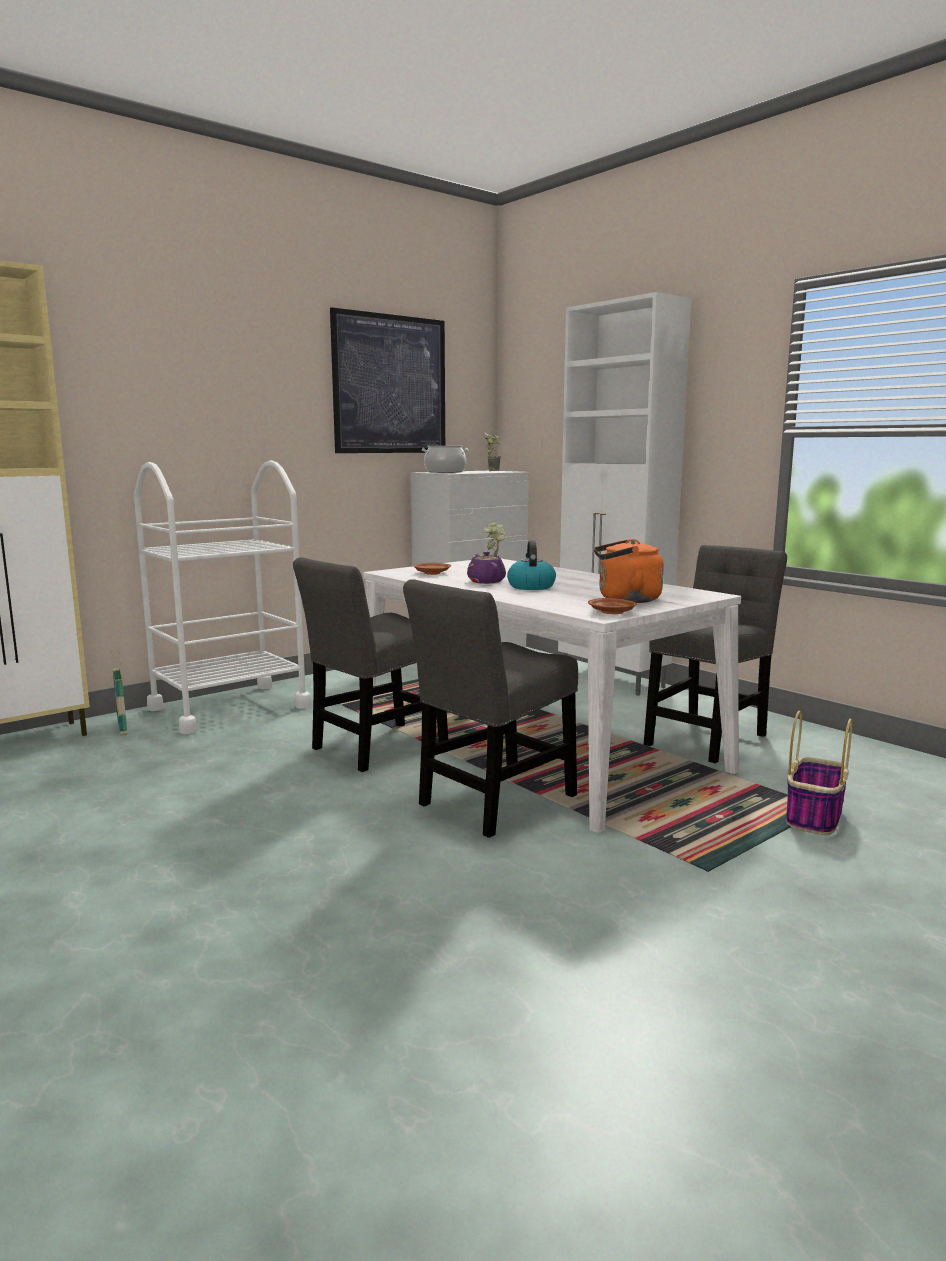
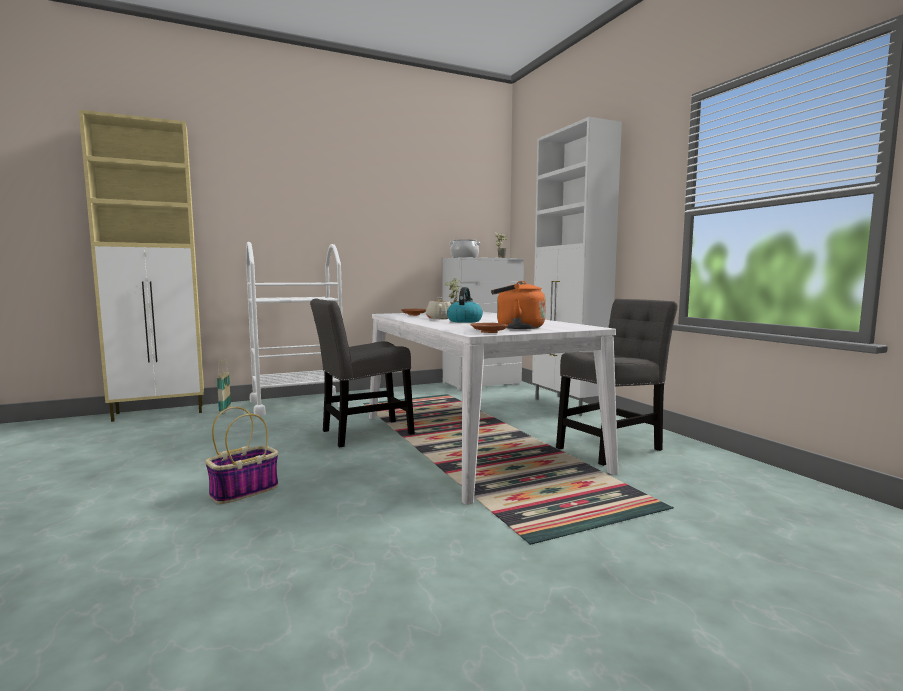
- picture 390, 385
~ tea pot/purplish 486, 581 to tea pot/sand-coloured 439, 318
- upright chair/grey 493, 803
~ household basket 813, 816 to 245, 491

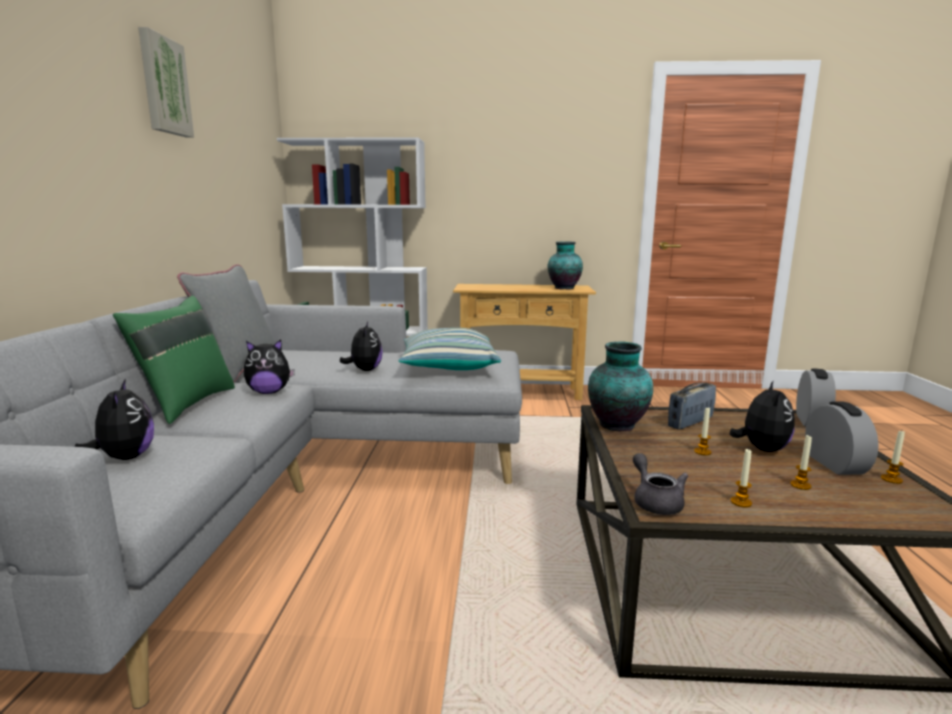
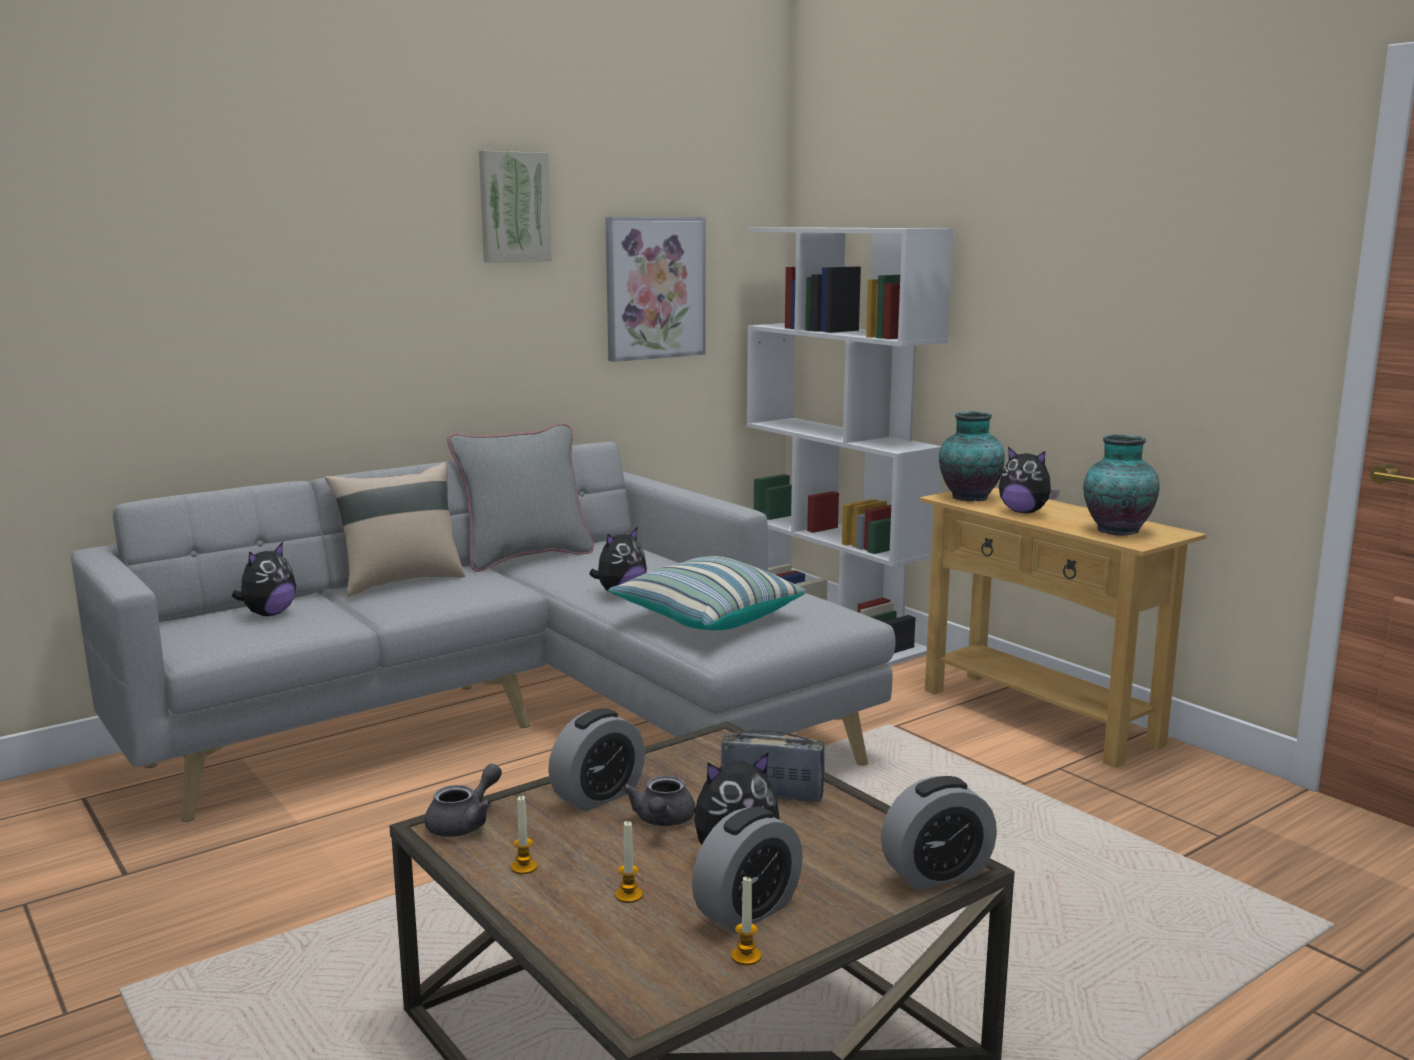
~ cushion/green 186, 403 to cushion/sand-coloured 400, 581
~ soft toy 269, 392 to 1024, 512
~ vase 617, 426 to 968, 498
~ wax light 702, 452 to tea pot/grey 662, 821
+ picture 654, 288
+ alarm clock 598, 796

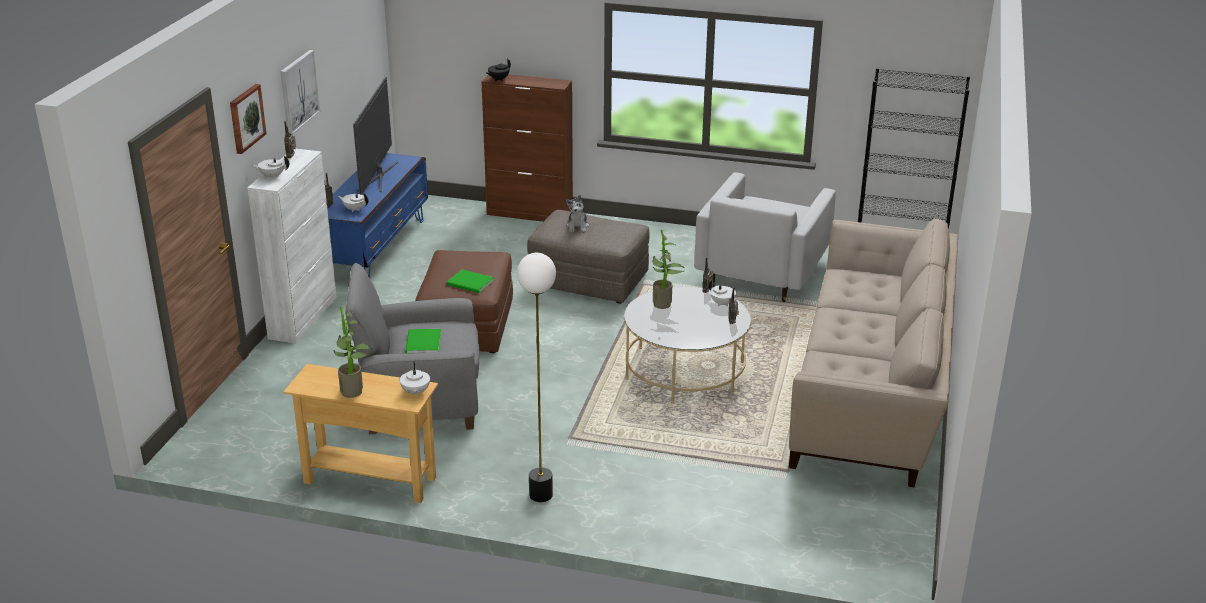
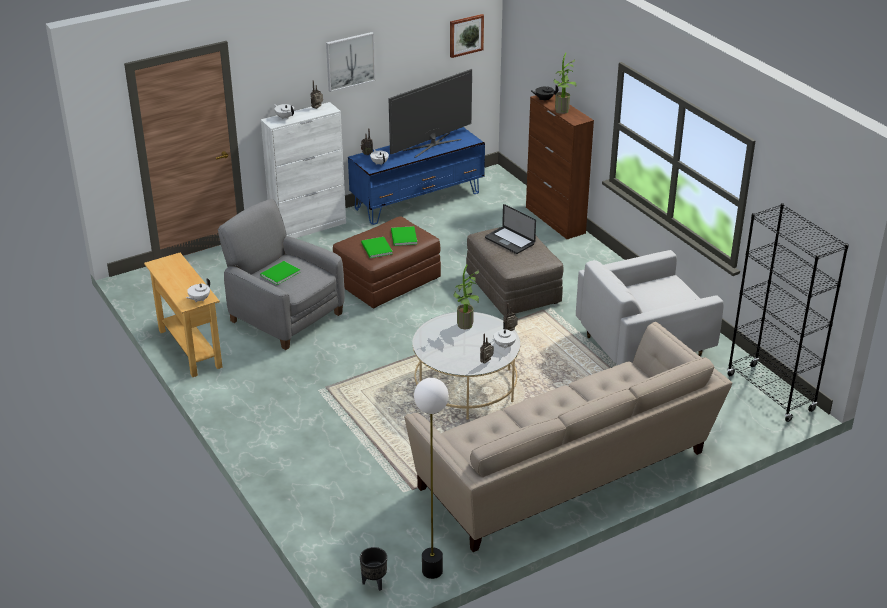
~ picture 246, 118 to 465, 35
~ soft toy 577, 226 to notebook computer 509, 241
~ standing lamp 541, 495 to 432, 571
~ plant in a pot 355, 392 to 563, 111
+ bound book/green 403, 237
+ planter/blackish 374, 583

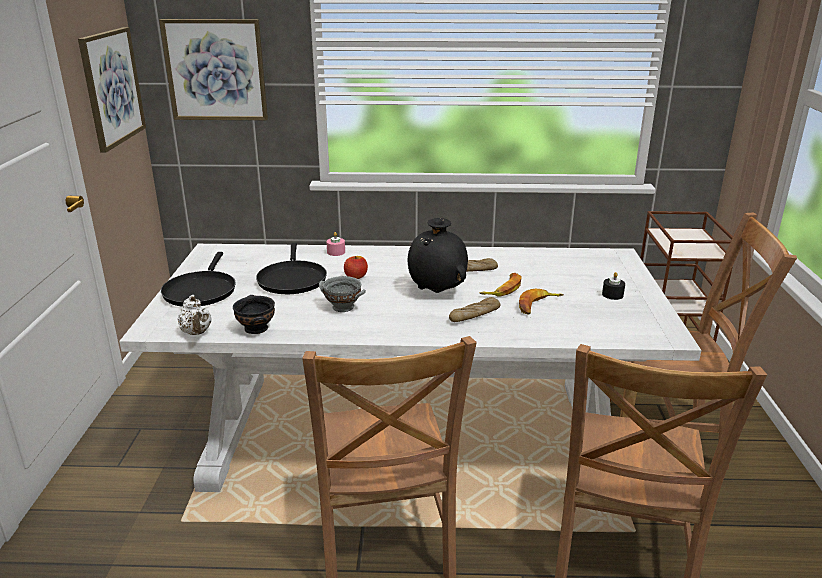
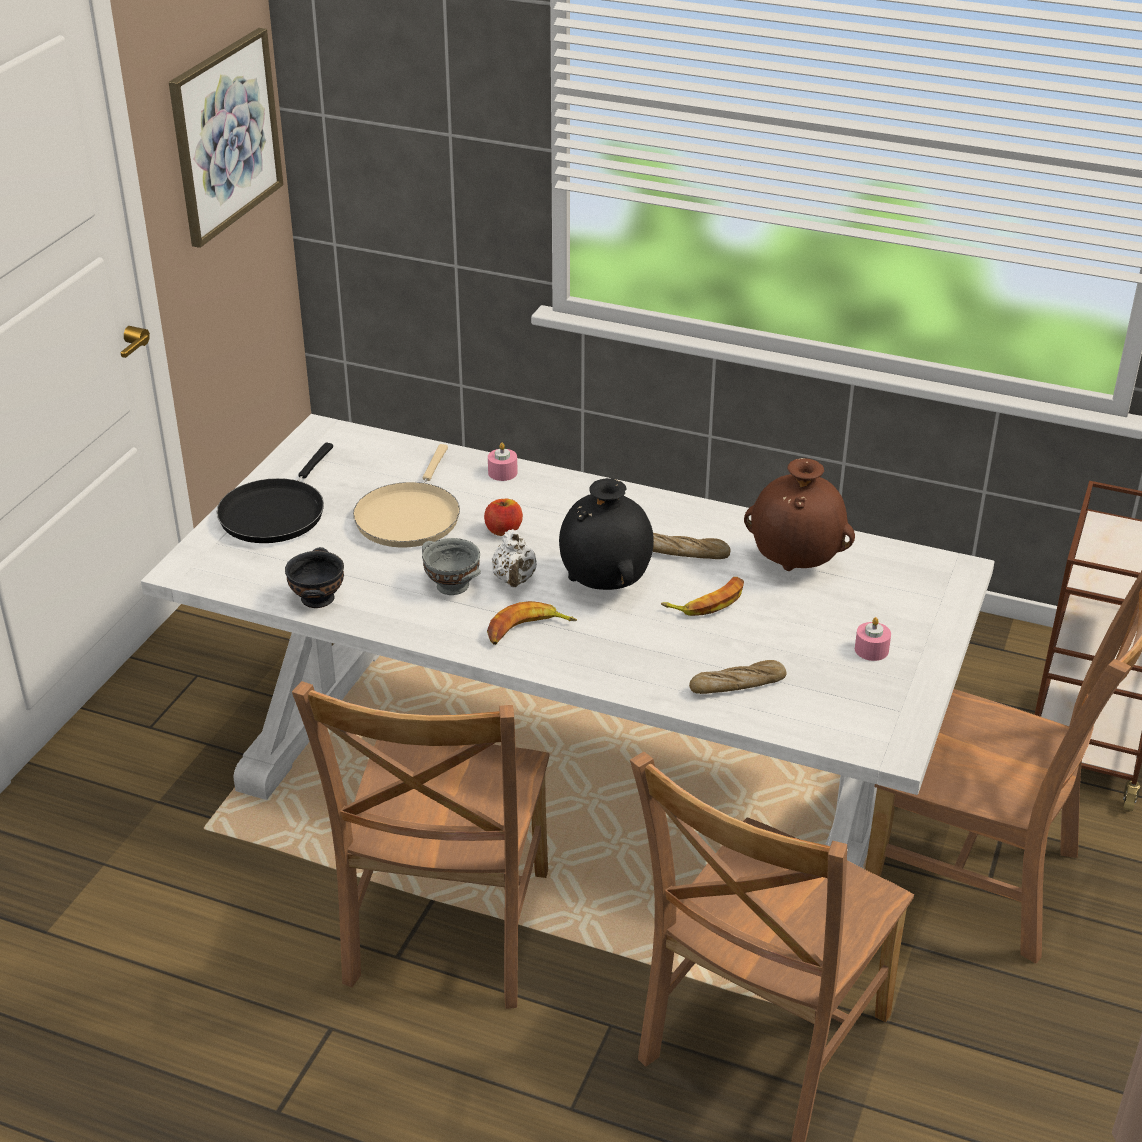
- picture 216, 70
~ skillet/blackish 292, 279 to skillet/sand-coloured 409, 516
~ wax light/blackish 612, 295 to wax light/pinkish 871, 650
~ banana fruit 537, 305 to 527, 630
~ tea pot/white-coloured 196, 333 to 514, 580
~ bakery bread 474, 315 to 737, 685
+ vase/brownish 796, 564

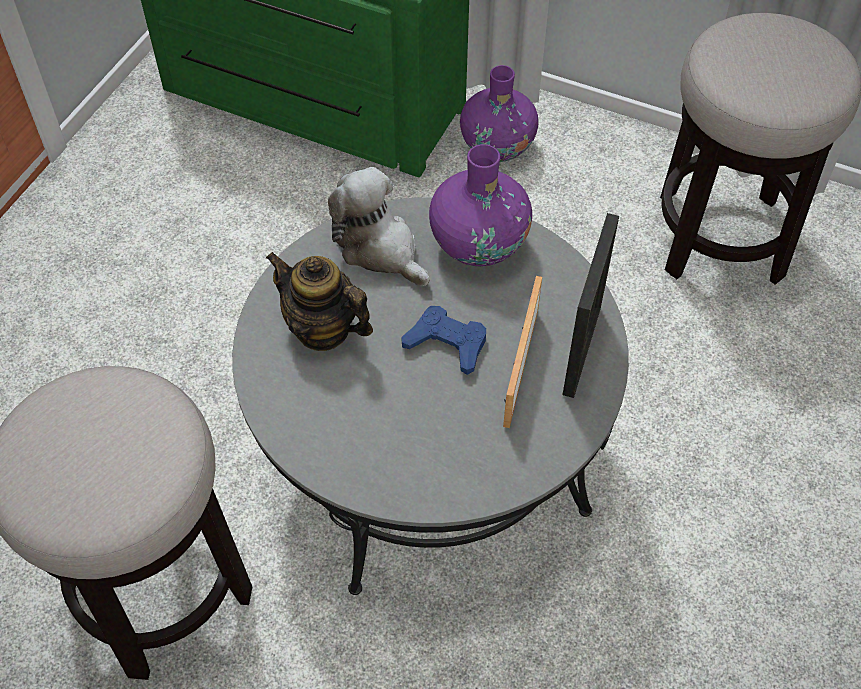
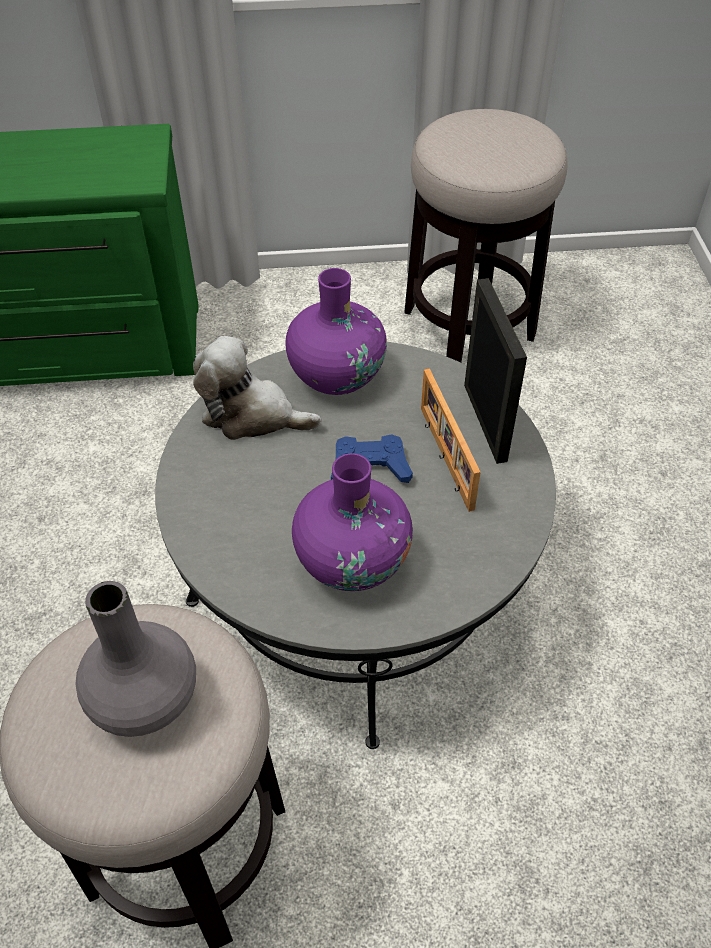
~ vase/purplish 497, 146 to 352, 561
- tea pot 322, 329
+ vase/grey 144, 696

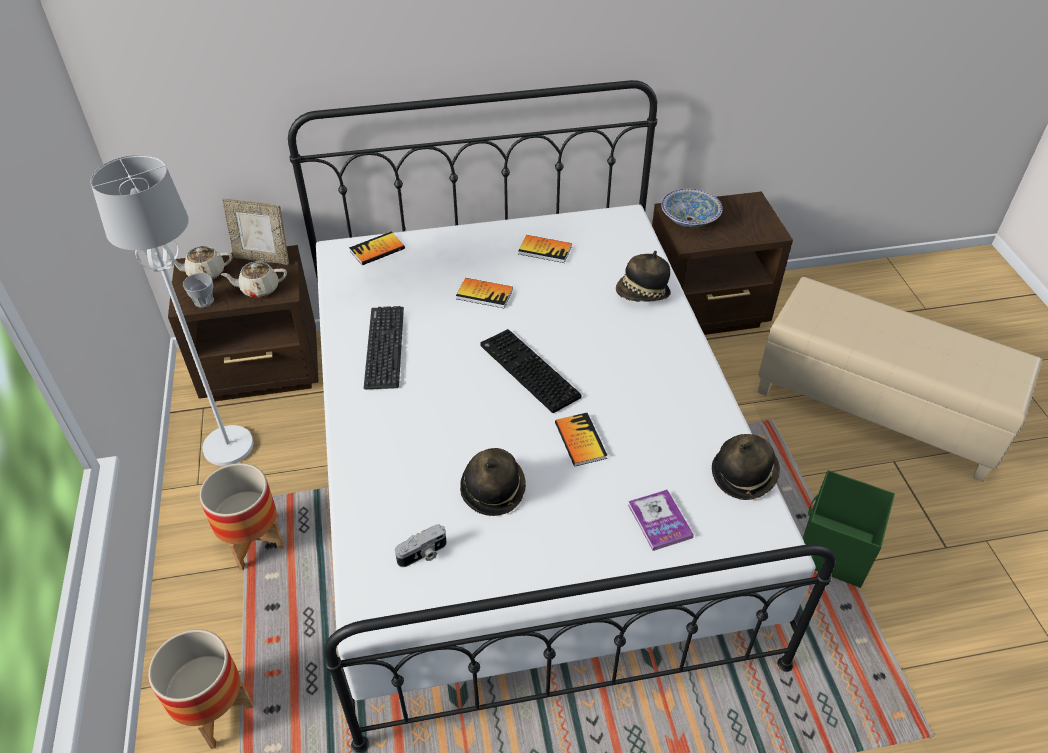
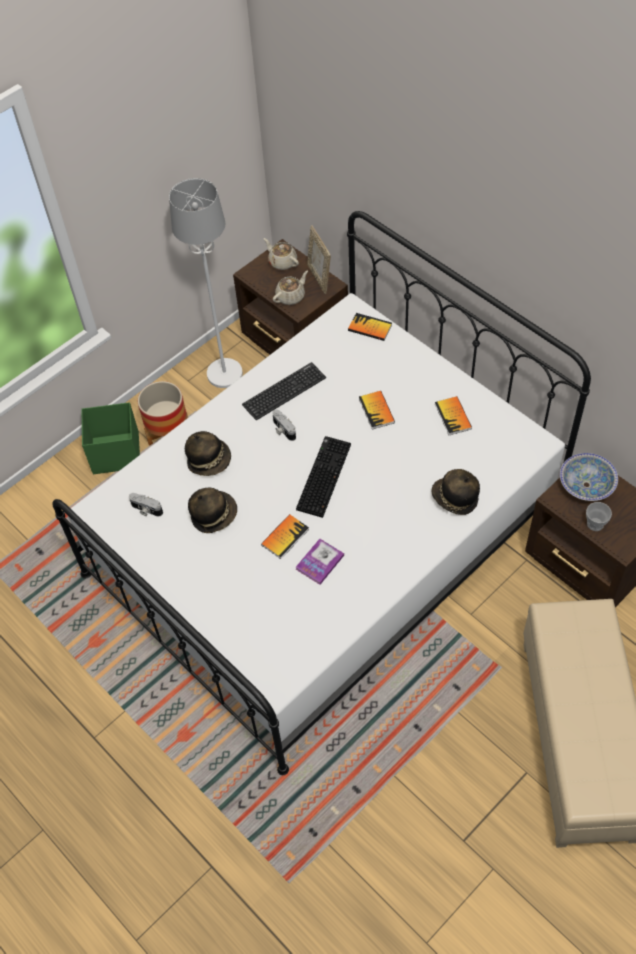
~ tea pot/sand-coloured 259, 289 = 291, 296 90 degrees clockwise
~ drinking cup 204, 301 to 595, 524
~ clothing hat 743, 475 to 209, 460
~ storage box/green 833, 550 to 115, 453
~ bound book 659, 521 to 319, 562
- planter 215, 712
+ photo camera 283, 430

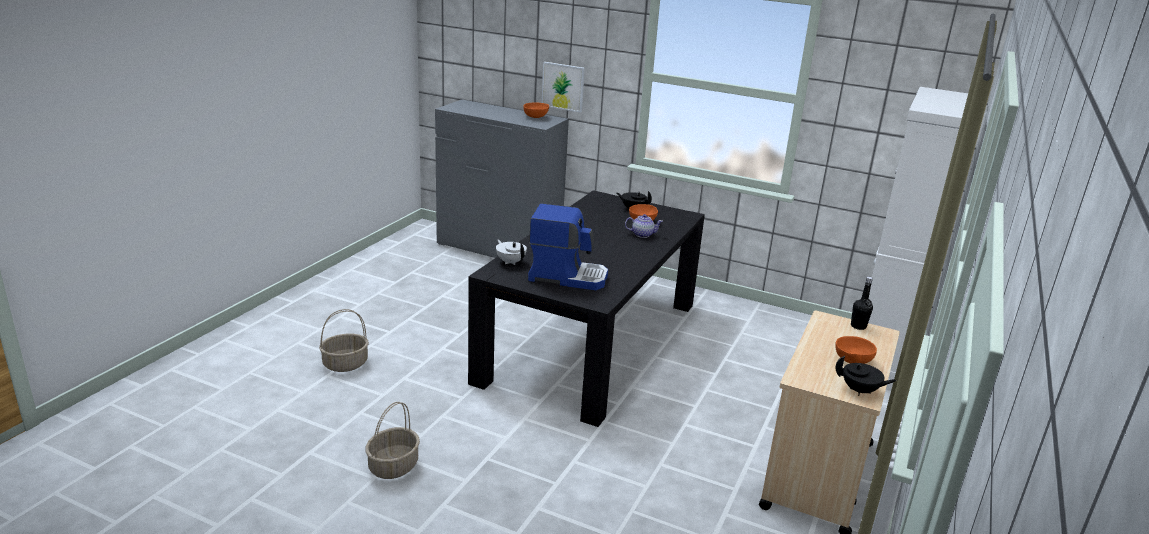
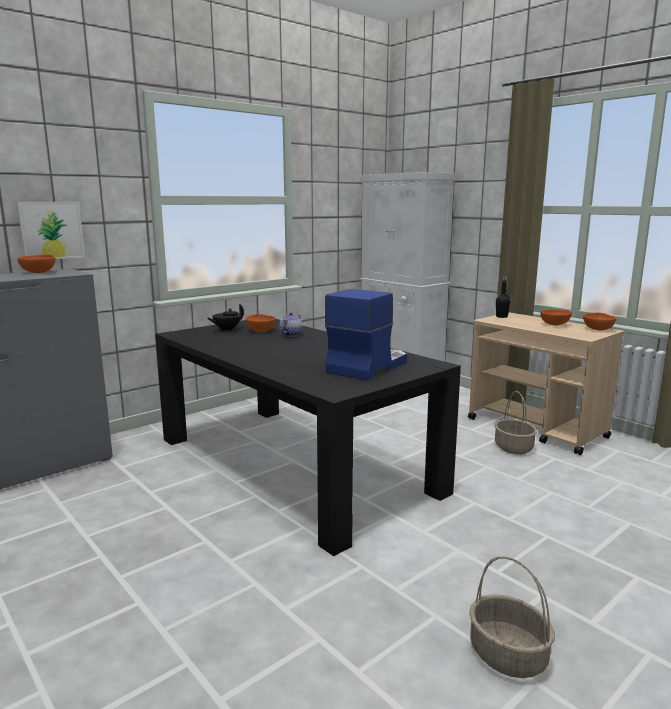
- tea pot/white-coloured 510, 262
~ household basket 345, 364 to 513, 447
~ tea pot/blackish 860, 391 to serving bowl/orangey 598, 329

